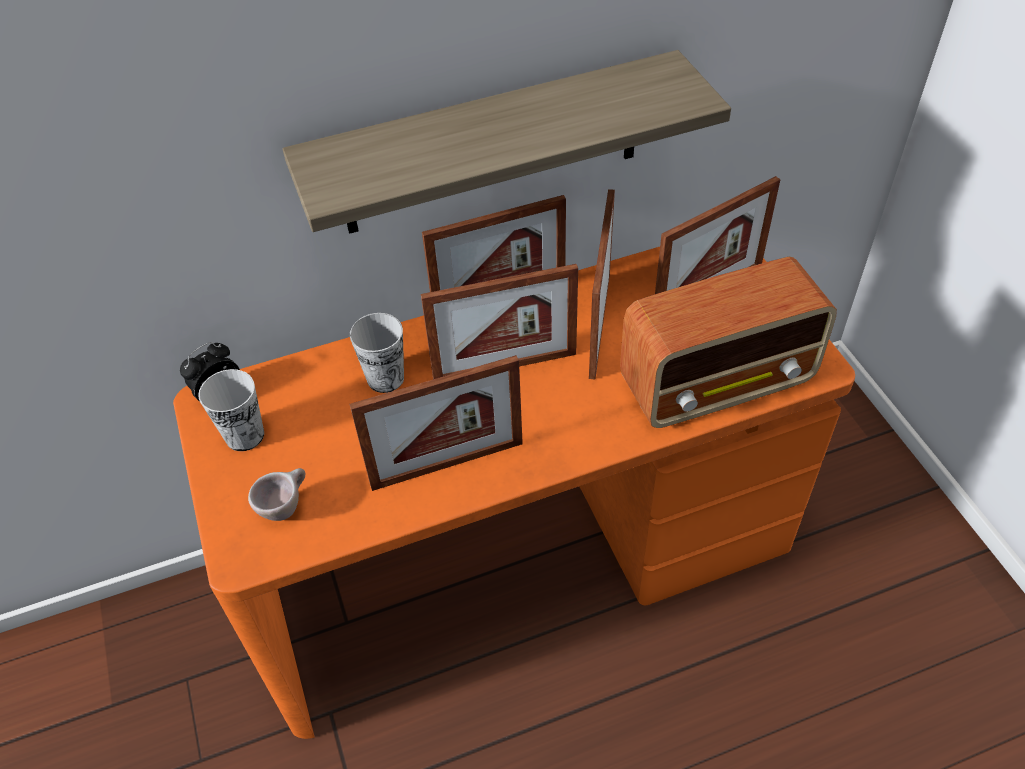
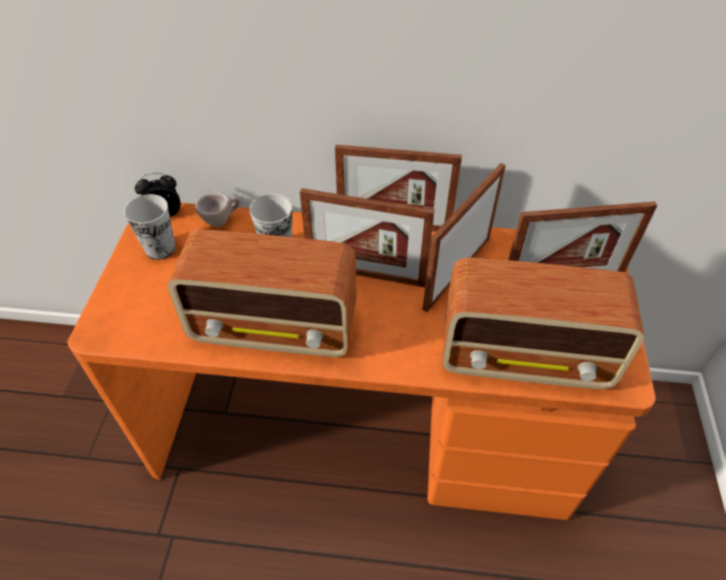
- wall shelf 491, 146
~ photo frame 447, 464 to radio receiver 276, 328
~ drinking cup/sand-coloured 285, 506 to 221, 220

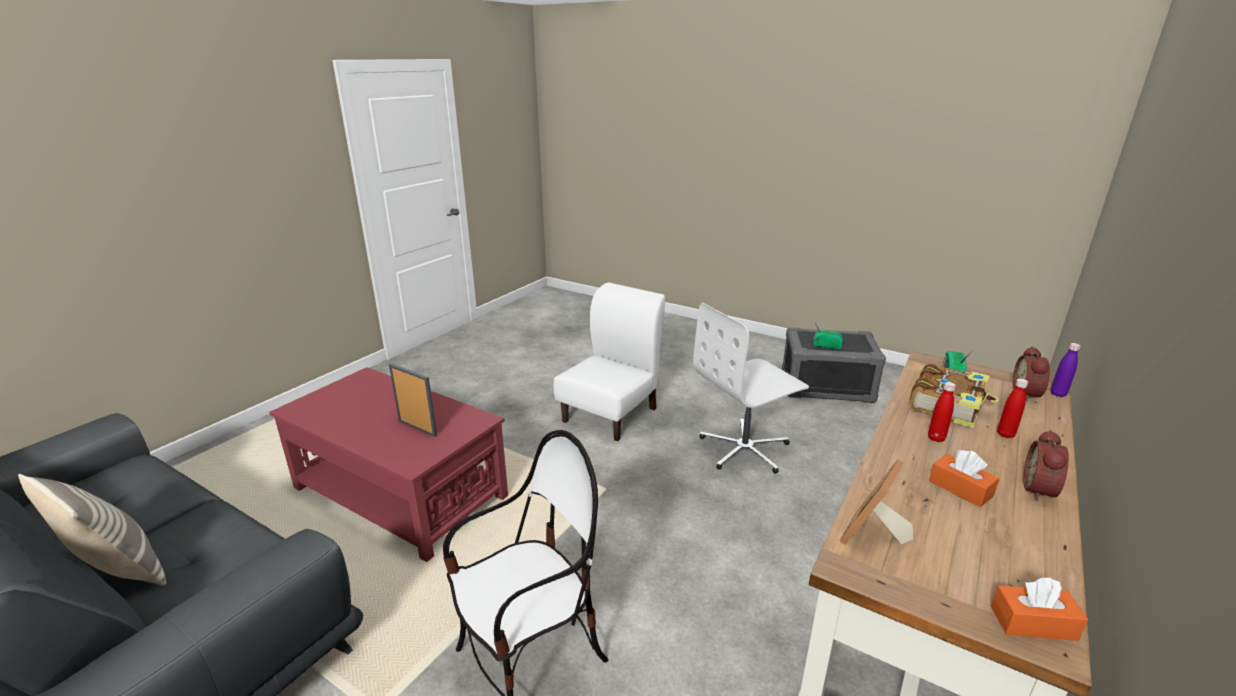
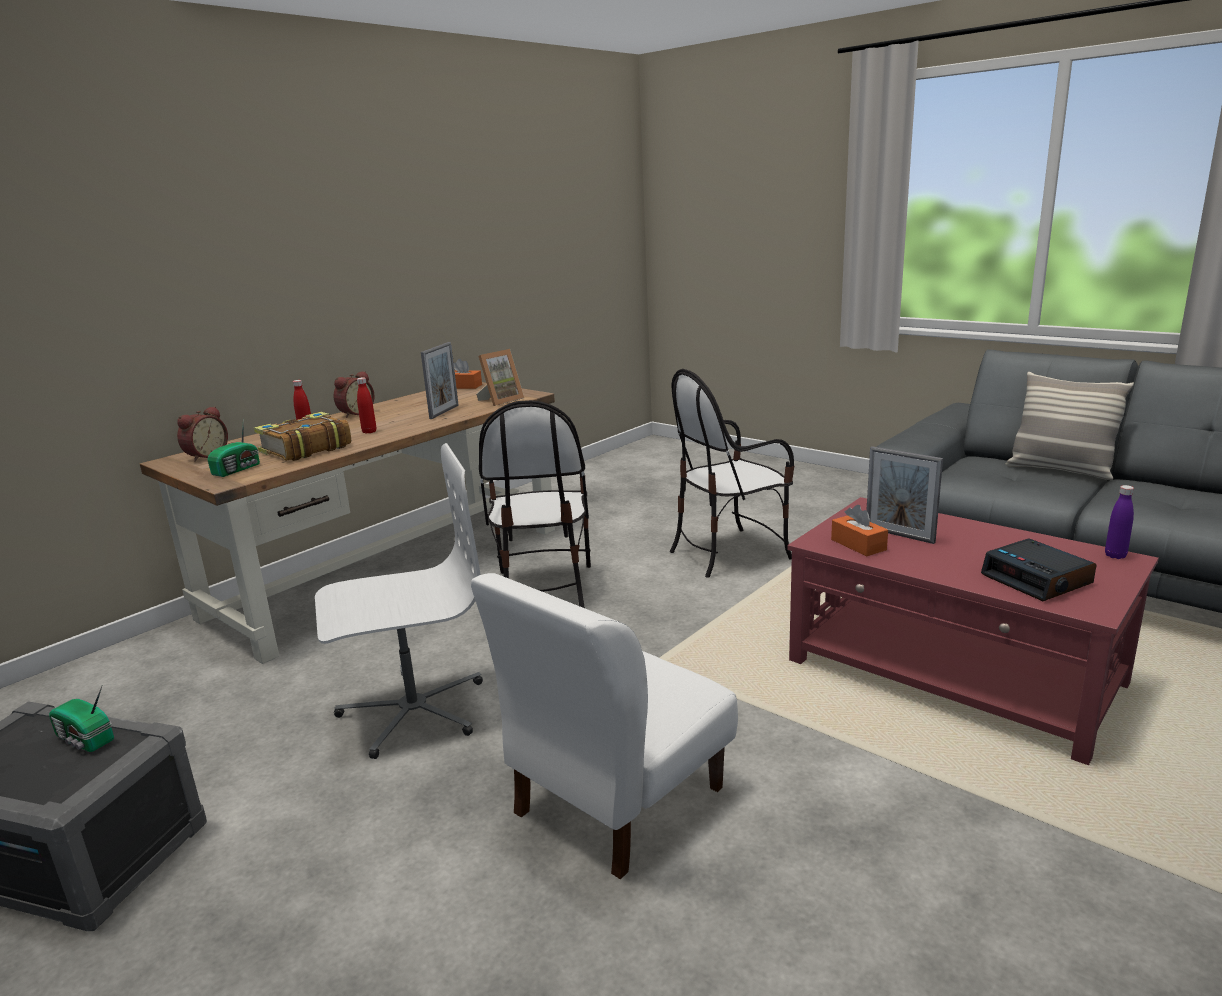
~ beverage bottle/purplish 1058, 394 to 1115, 556
~ box of tissues/orangey 960, 488 to 858, 545
+ photo frame 444, 412
+ upright chair 544, 589
+ alarm clock 1037, 580

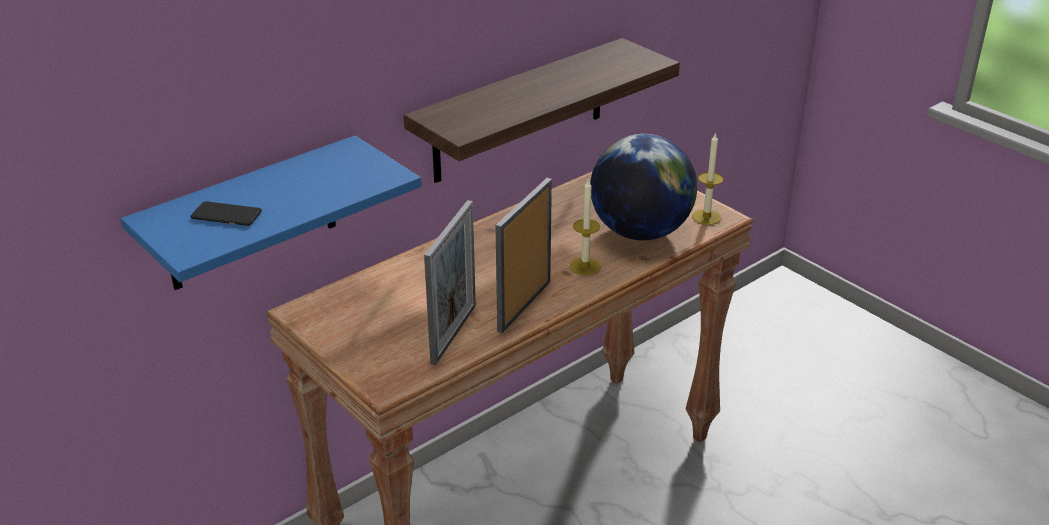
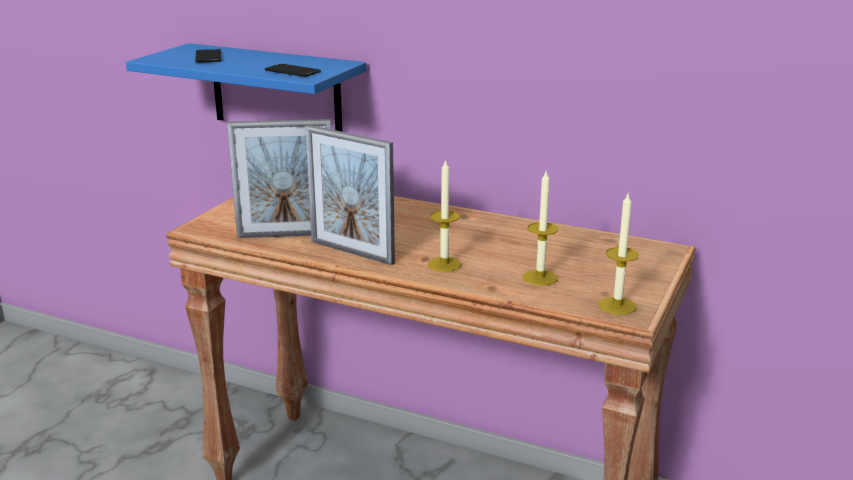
- wall shelf 519, 111
~ desk globe 640, 232 to wax light 540, 277
~ photo frame 524, 306 = 352, 252 150 degrees counterclockwise
+ handset 292, 71

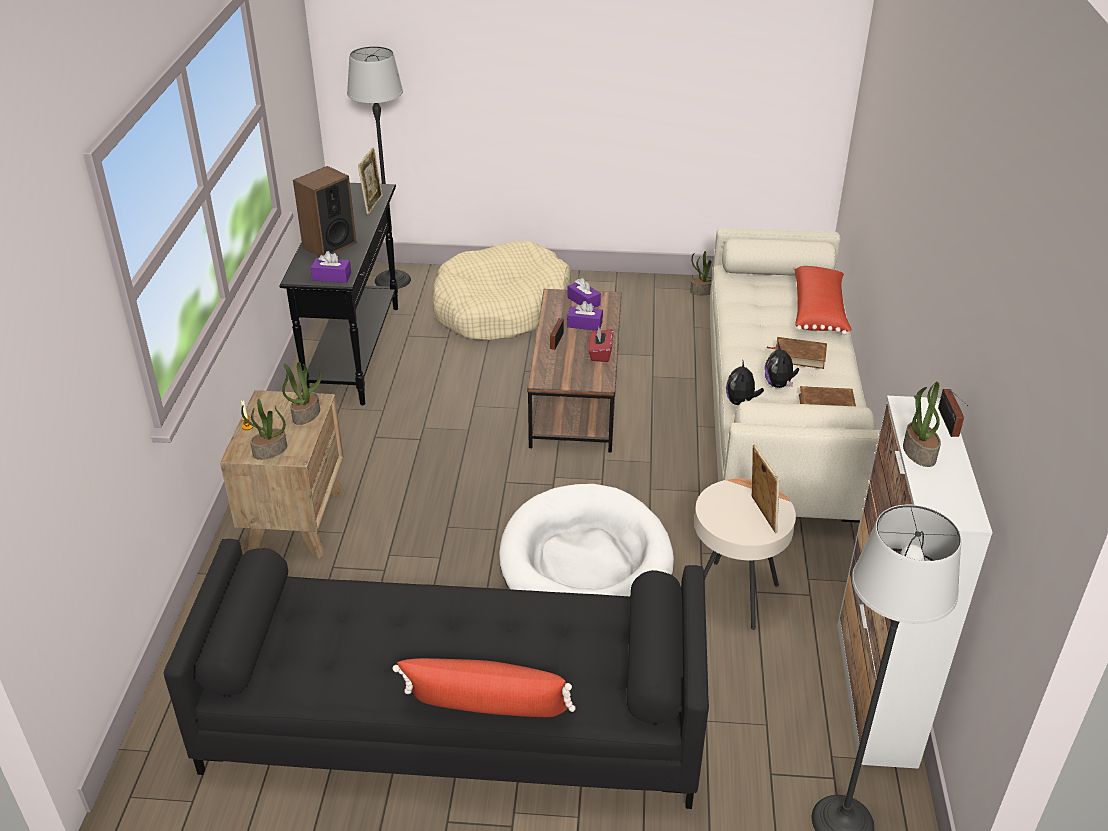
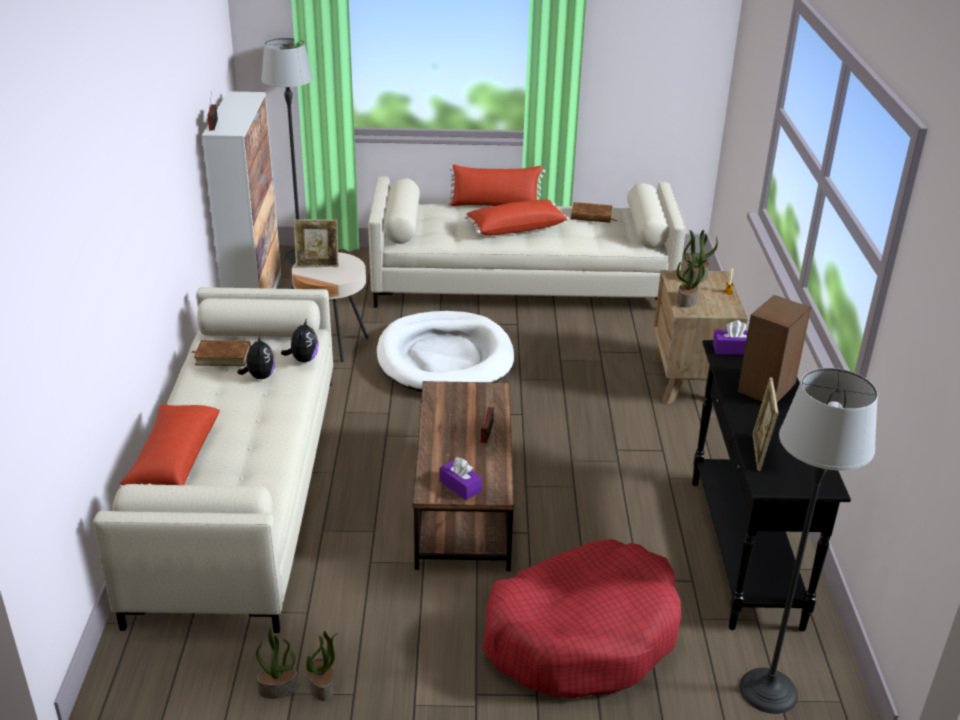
~ dog cushion/sand-coloured 501, 309 to dog cushion/red 582, 635
- box of tissues/purplish 584, 324
- box of tissues/red 600, 354
~ bound book/brownish 799, 356 to 591, 216
~ plant in a pot 918, 452 to 322, 686
~ photo frame 761, 514 = 317, 266 75 degrees counterclockwise
~ sofa/blackish 452, 721 to sofa/sand-coloured 522, 284
+ cushion/red 515, 228

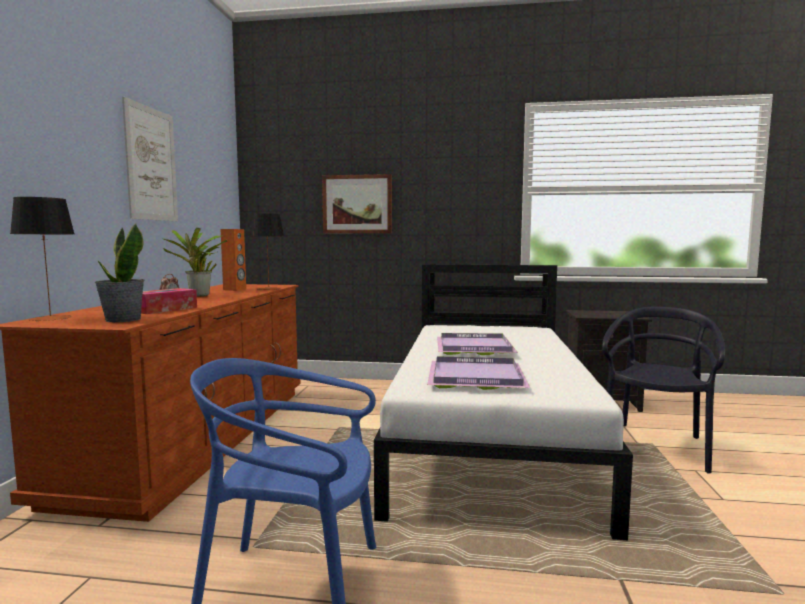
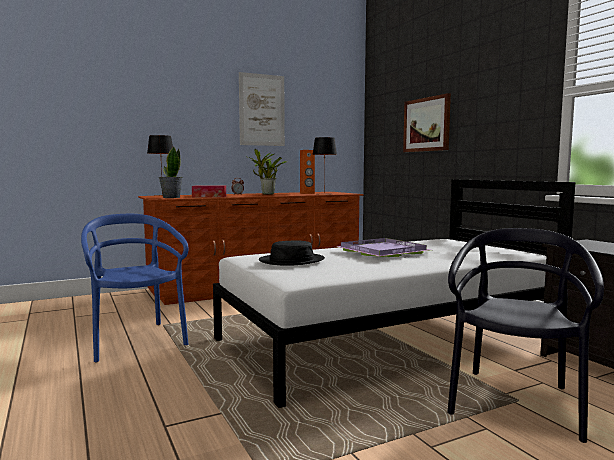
~ upright chair/blackish 656, 446 = 515, 403 60 degrees counterclockwise
~ serving tray/purplish 474, 377 to clothing hat/blackish 291, 260

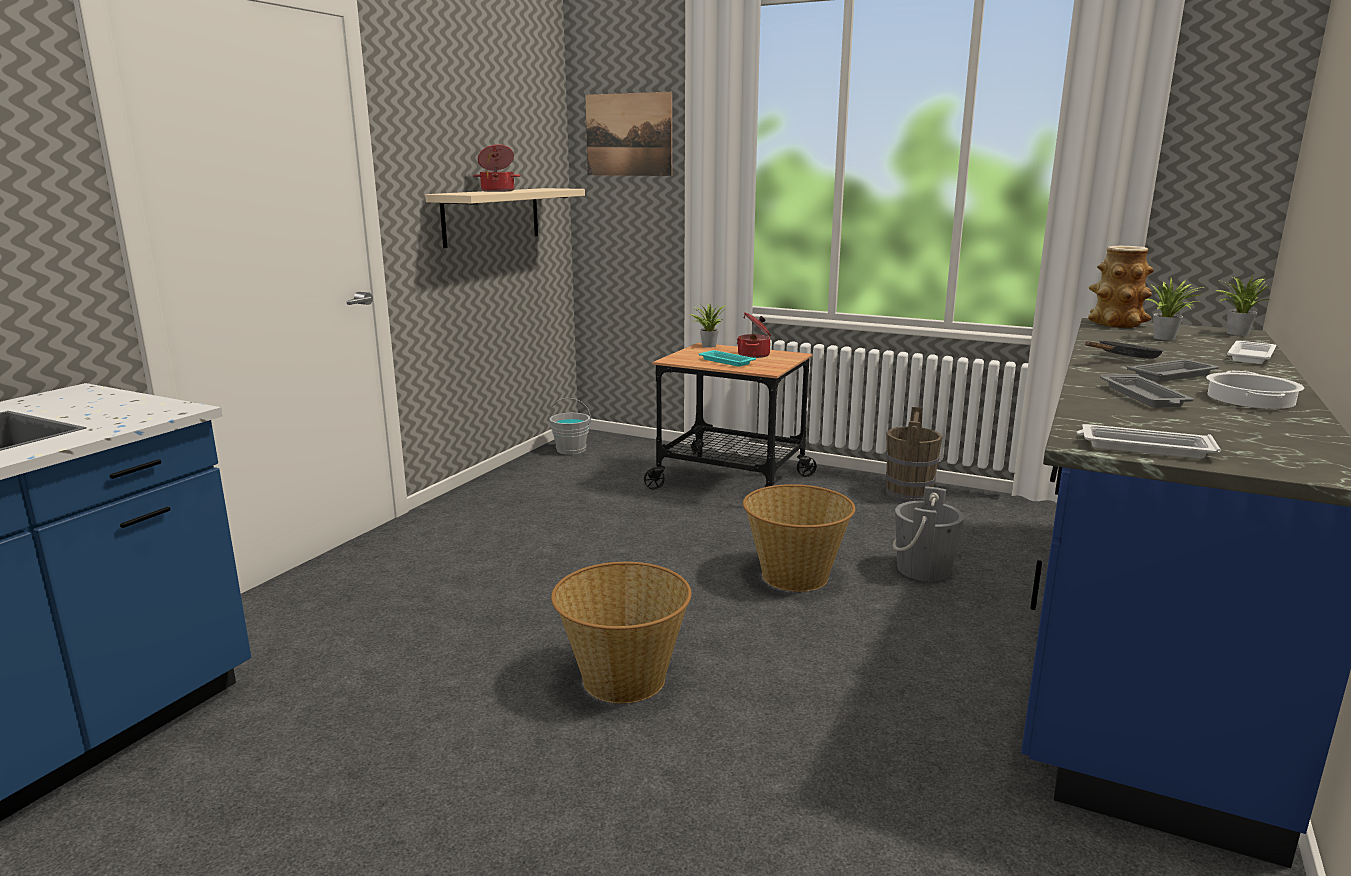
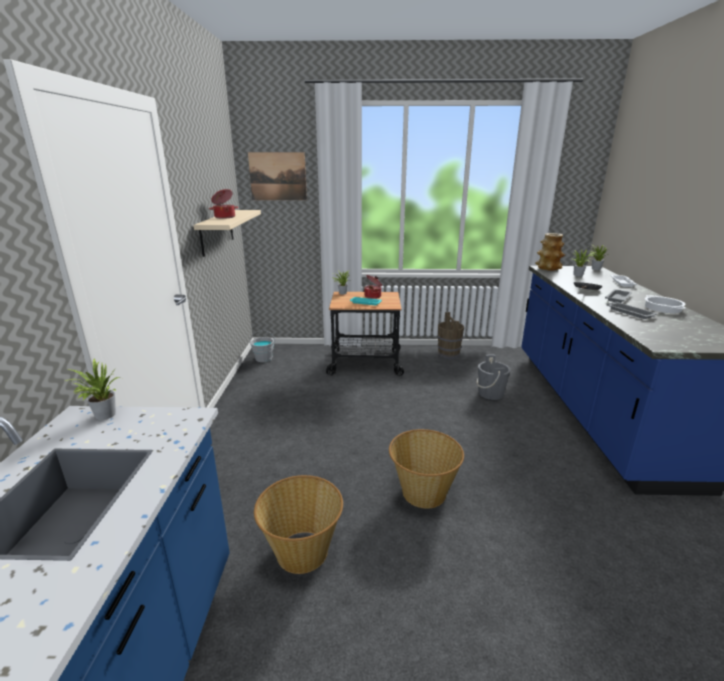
- serving tray/white-coloured 1143, 448
~ household basket 795, 575 to 302, 550
+ plant in a pot 102, 415

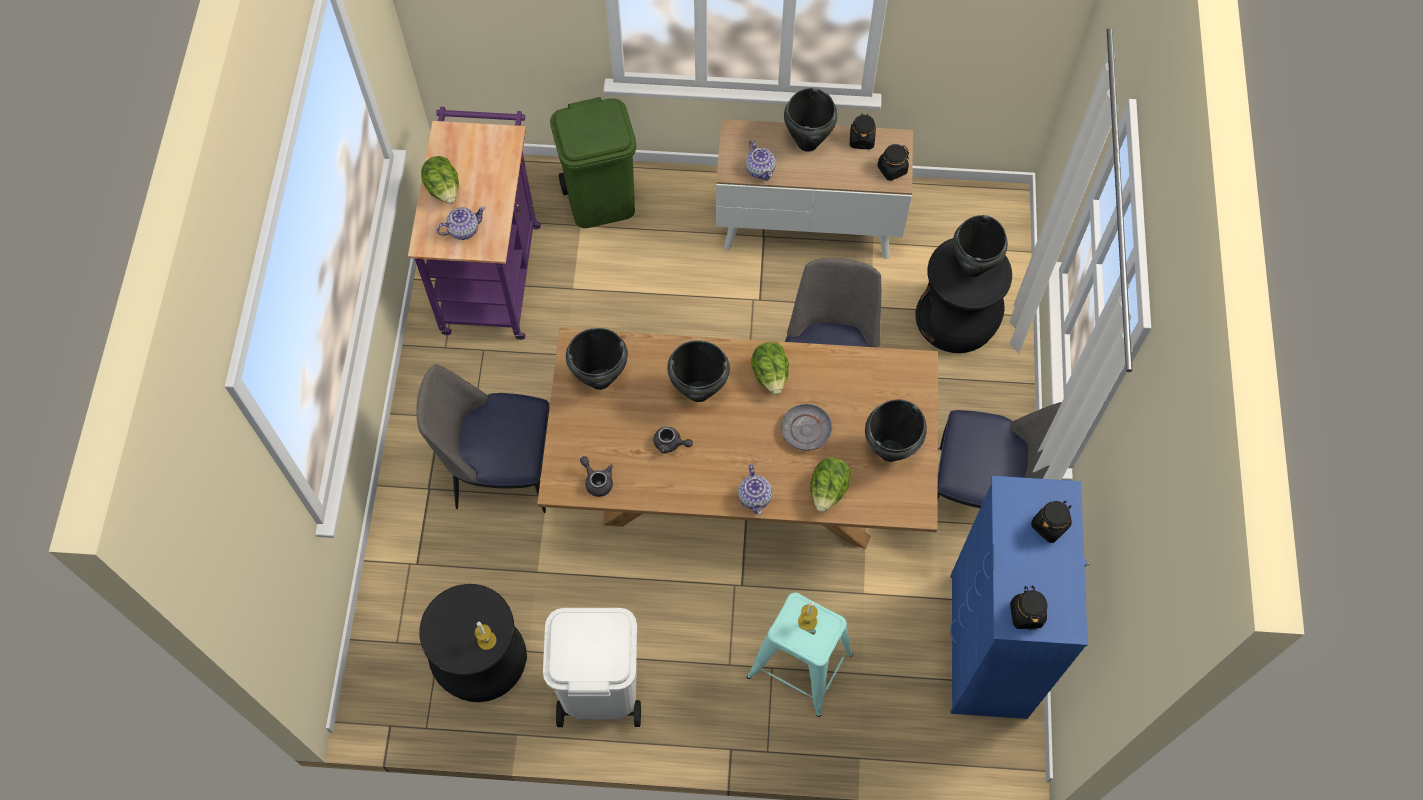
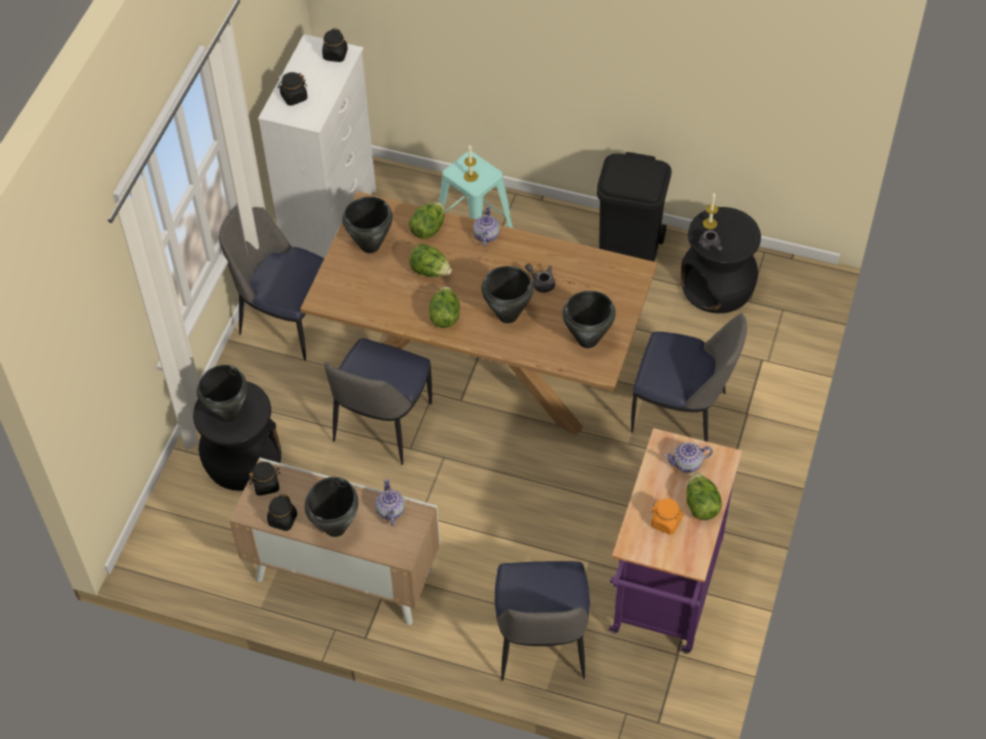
~ trash can/green 602, 201 to upright chair 541, 645
~ flat dish/grey 806, 430 to lettuce 430, 271
~ tea pot/grey 597, 480 to 710, 246
~ dresser/blue-coloured 986, 646 to dresser/white-coloured 331, 223
~ trash can/white-coloured 599, 689 to trash can/blackish 629, 251
+ preserve jar/orangey 666, 522

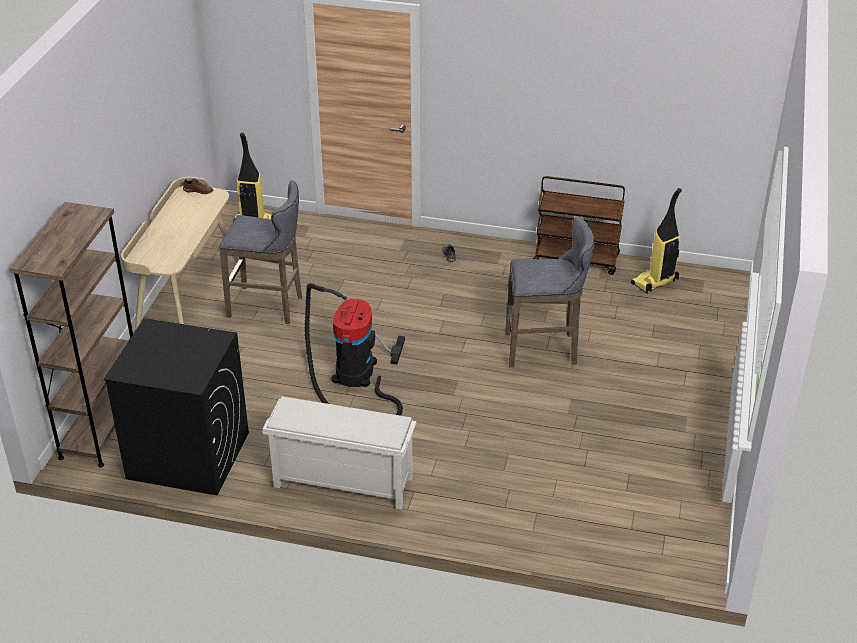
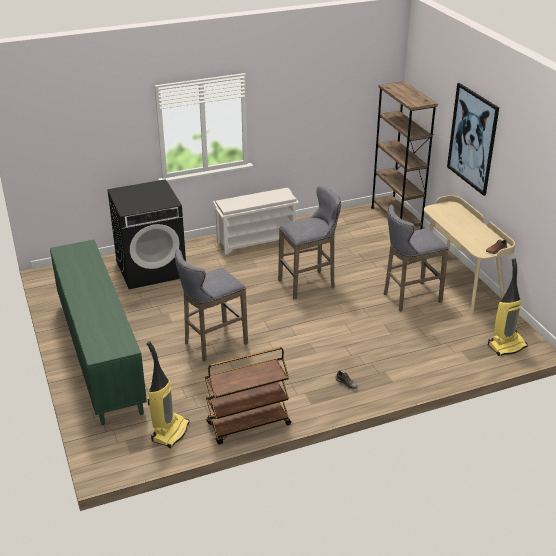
~ hoover 354, 376 to sitting stool/grey 309, 284
~ laundry appliance/blackish 187, 455 to 151, 269
+ picture 472, 138
+ cabinet/green 100, 355

